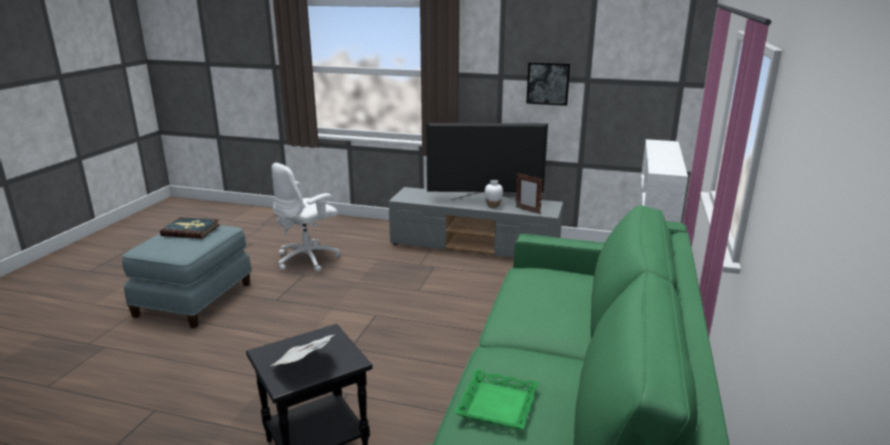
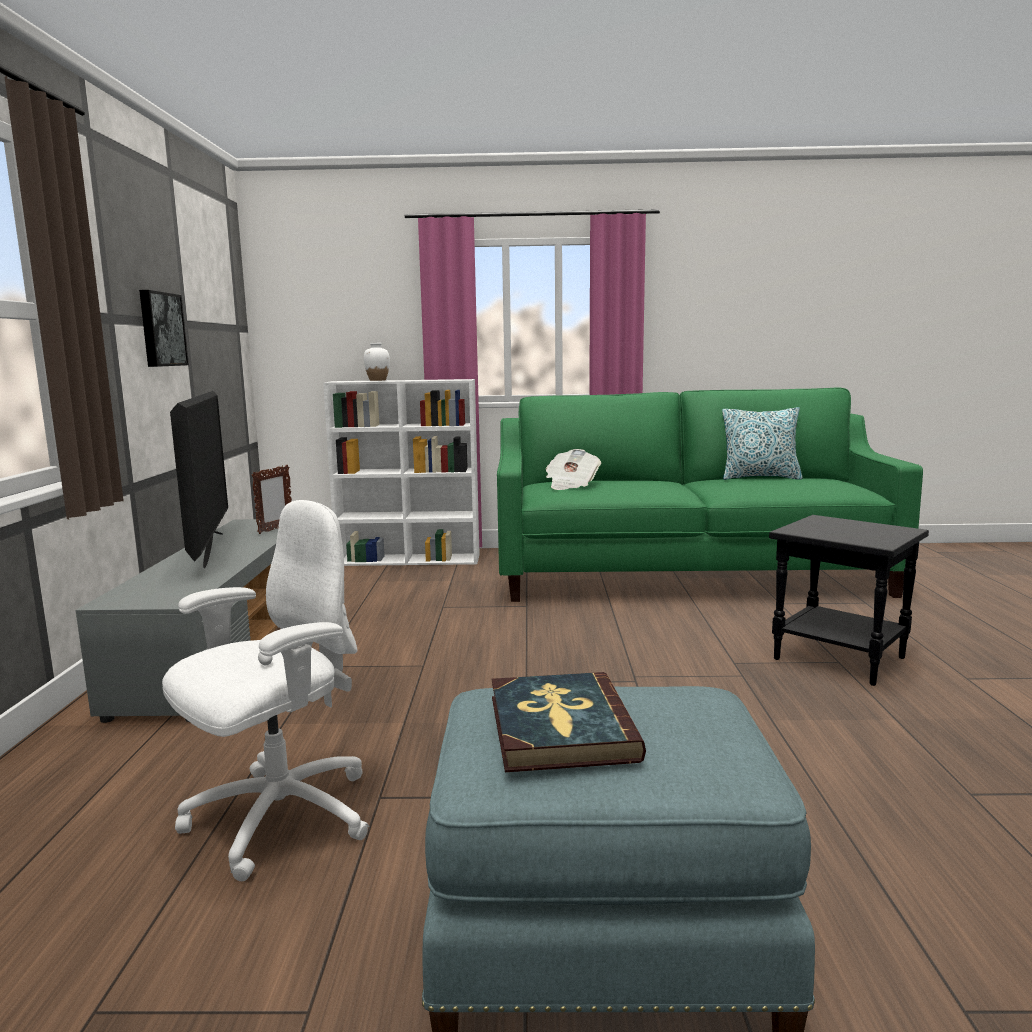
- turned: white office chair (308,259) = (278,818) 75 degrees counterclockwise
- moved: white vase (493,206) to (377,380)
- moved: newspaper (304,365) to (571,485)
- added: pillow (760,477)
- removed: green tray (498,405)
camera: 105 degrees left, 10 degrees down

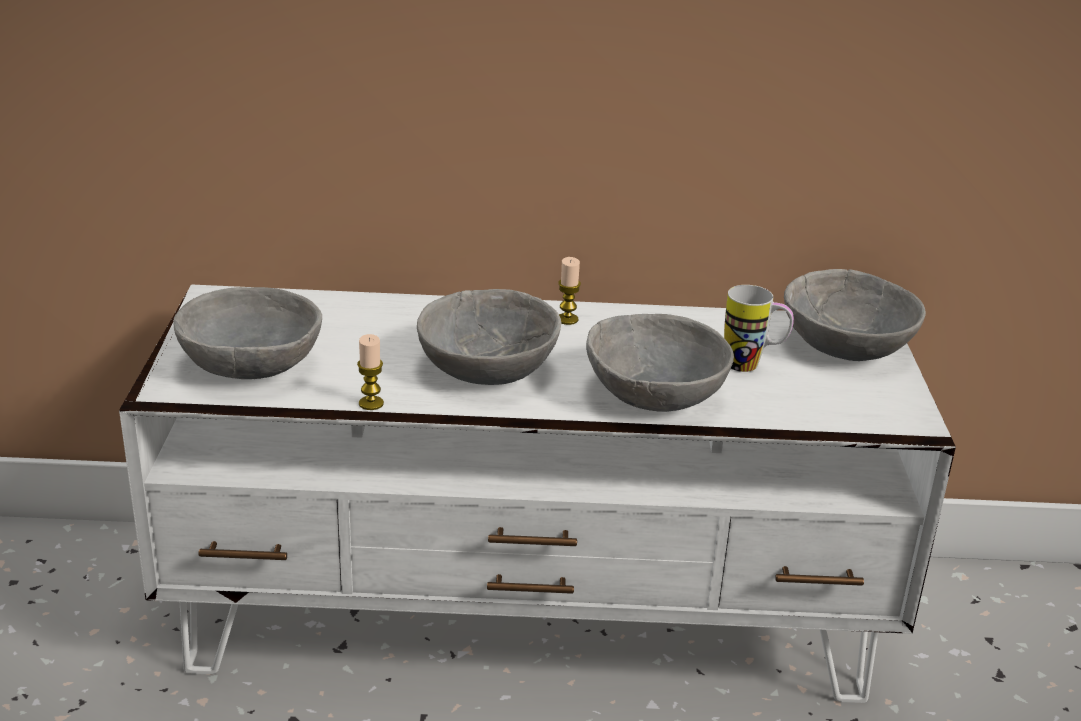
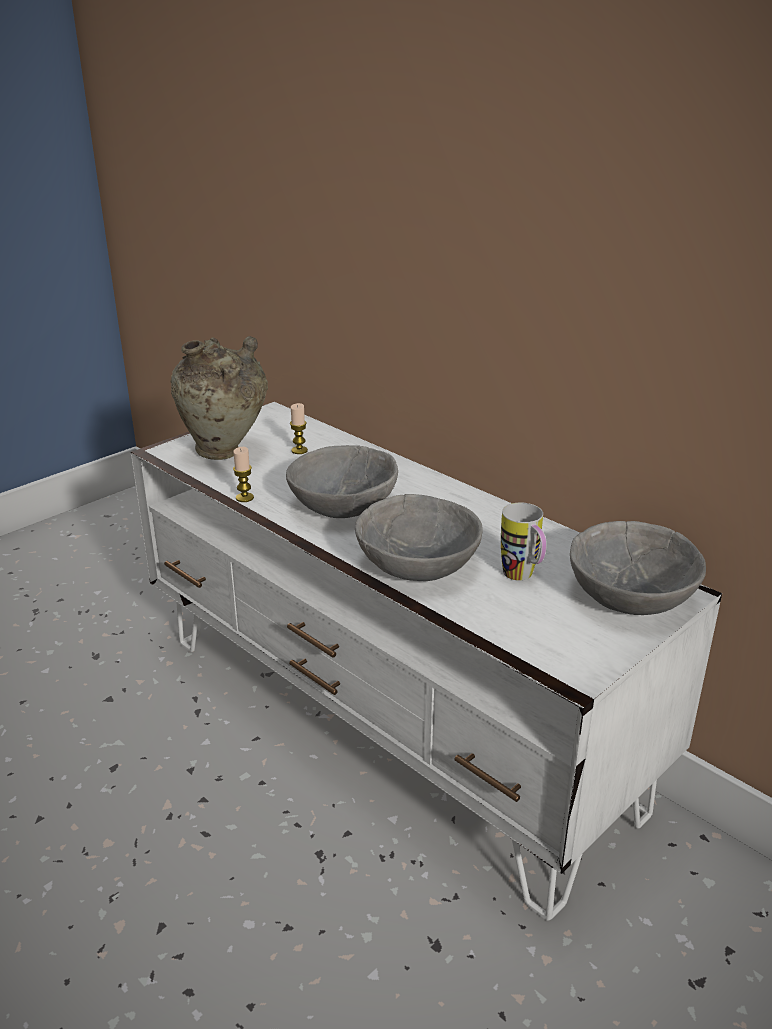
- replaced: grey bowl (250,364) to beige vase (225,453)
- moved: candle (567,319) to (299,450)
camera: 45 degrees right, 0 degrees up

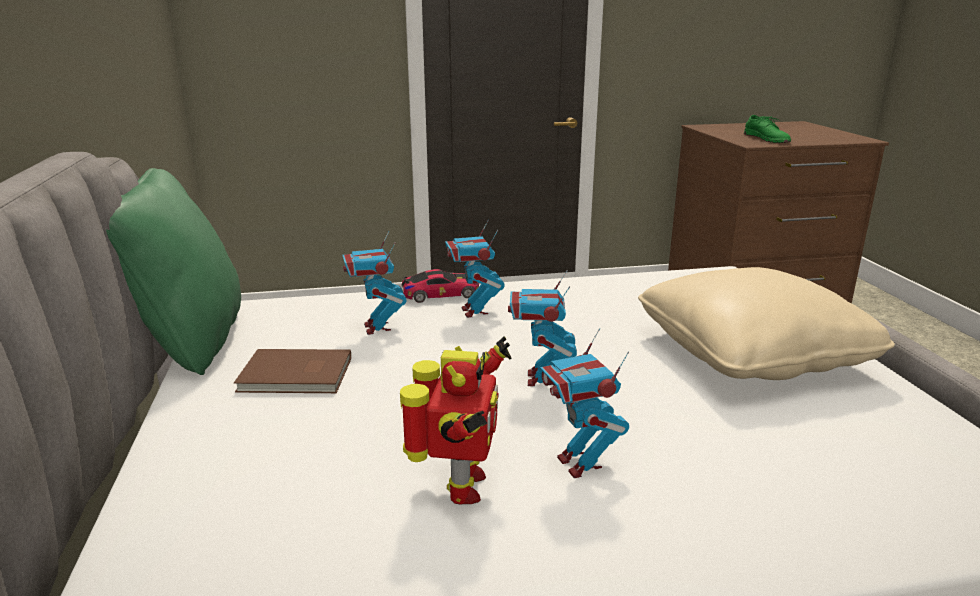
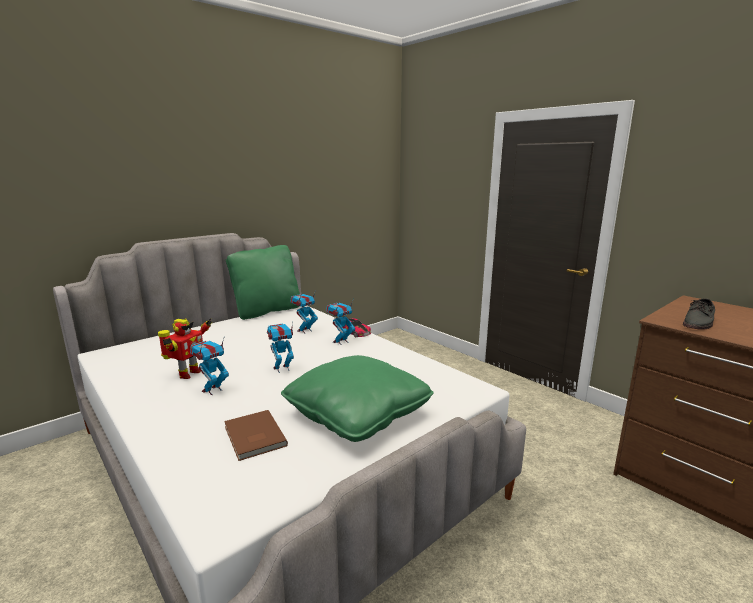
- turned: toy robot (461,488) = (187,374) 45 degrees counterclockwise
- moved: brown book (296,376) to (253,437)
- recoloured: beige pillow (752,354) to green pillow (357,414)
- recoloured: green shoe (767,138) to grey shoe (699,322)
camera: 60 degrees right, 5 degrees down

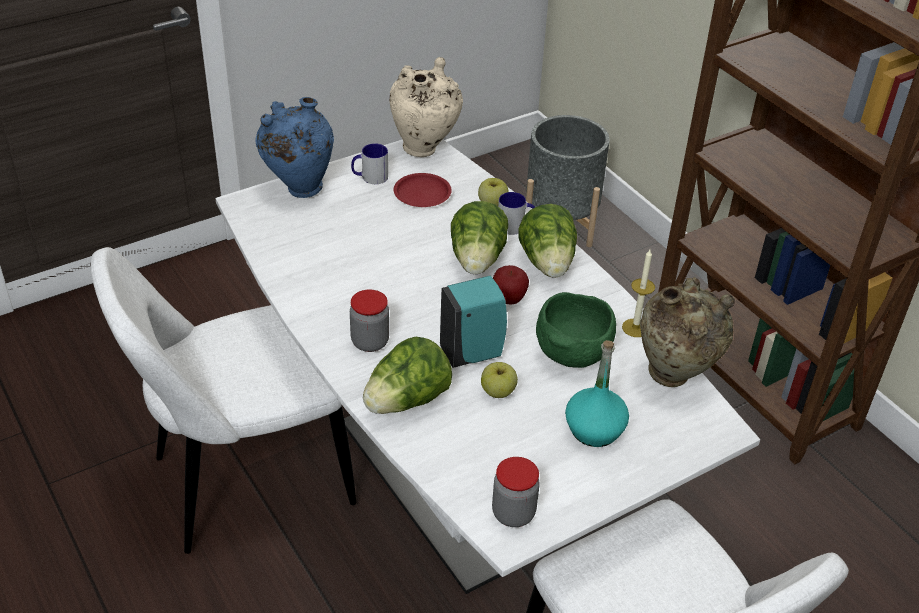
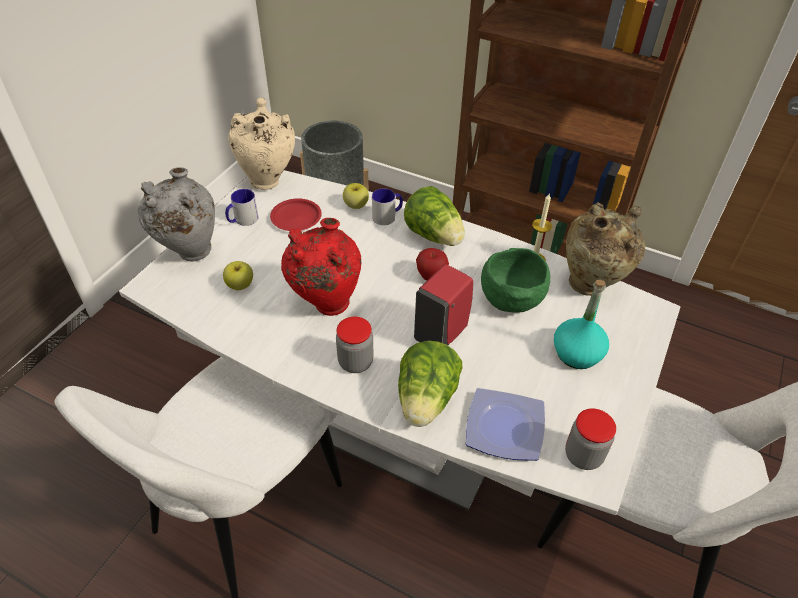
- recoloured: blue vase (298,189) to grey vase (189,253)
- moved: apple (498,392) to (240,285)
- added: red vase (326,305)
- recoloured: turquoise soap dispenser (473,353) to red soap dispenser (442,333)
- added: plate (503,426)
- removed: lettuce (477,260)
camera: 30 degrees left, 5 degrees up

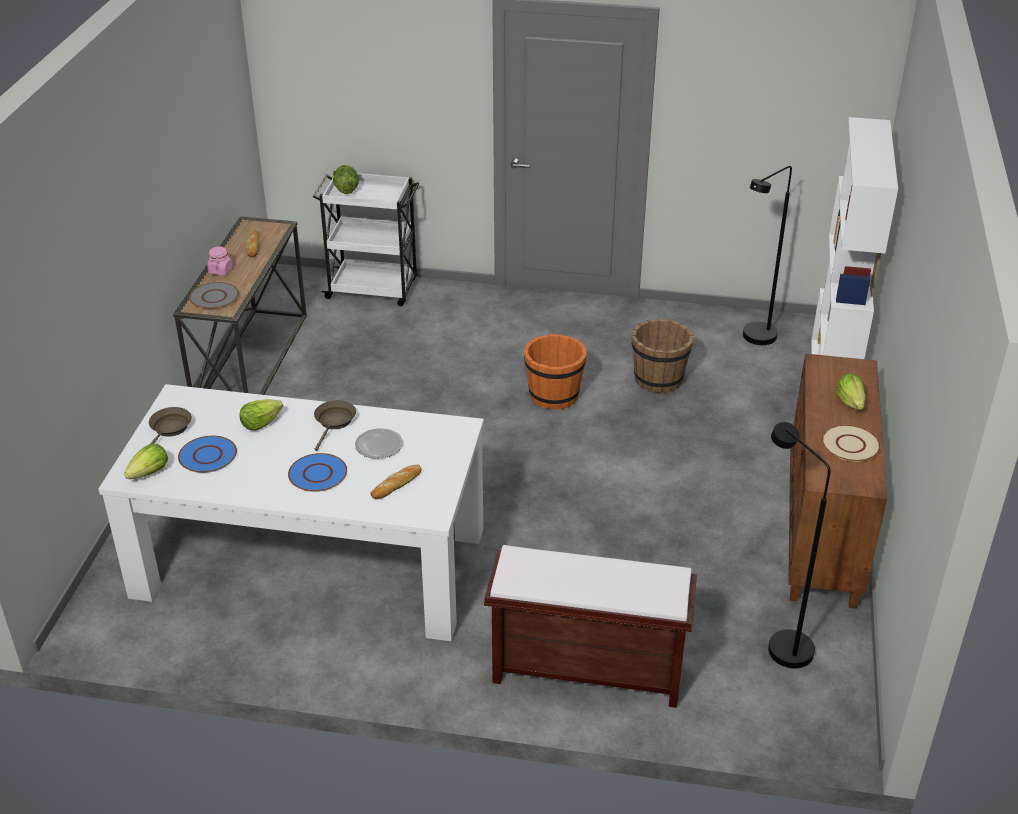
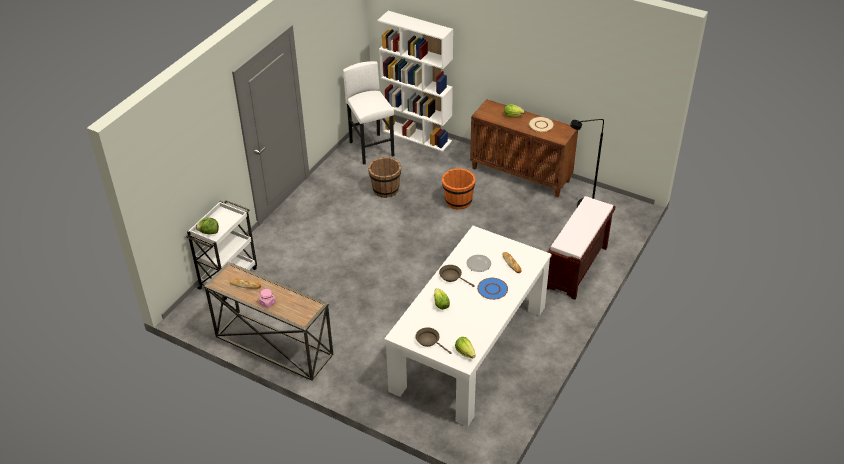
- replaced: black floor lamp (754,340) to white stool (372,149)
- moved: orange bucket (554,395) to (458,201)
- removed: blue plate (208,456)
- removed: grey plate (214,297)
camera: 70 degrees left, 5 degrees up

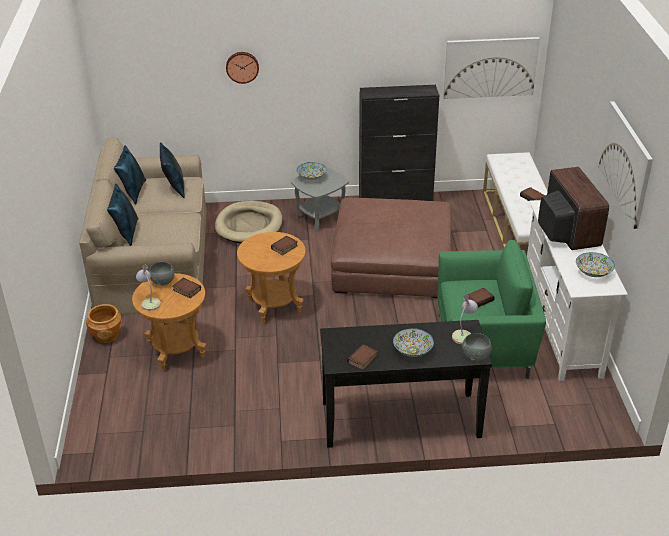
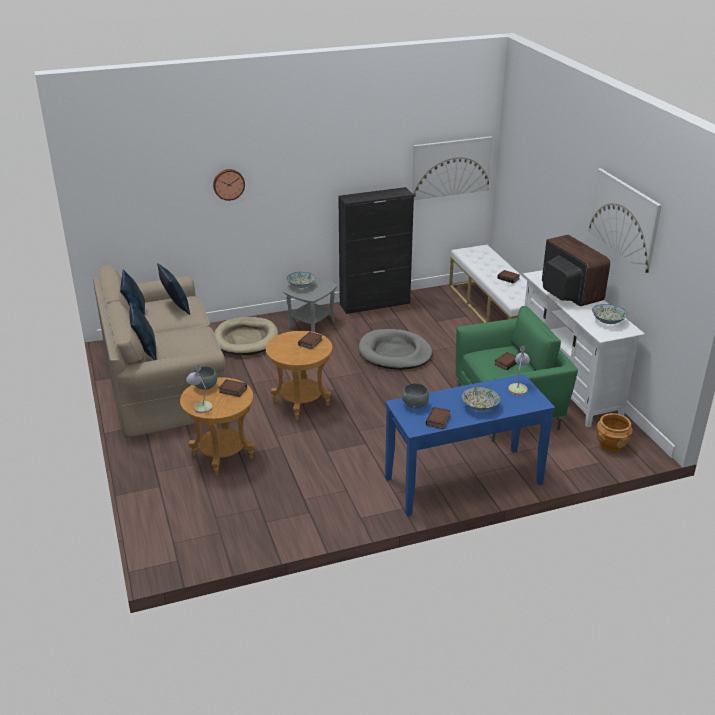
- replaced: brown ottoman (392,263) to grey dog bed (395,353)
- recoloured: black console table (400,420) to blue console table (463,481)
- moved: grey bowl (476,356) to (415,405)
- moved: brown planter (106,335) to (611,445)
camera: 15 degrees left, 5 degrees down

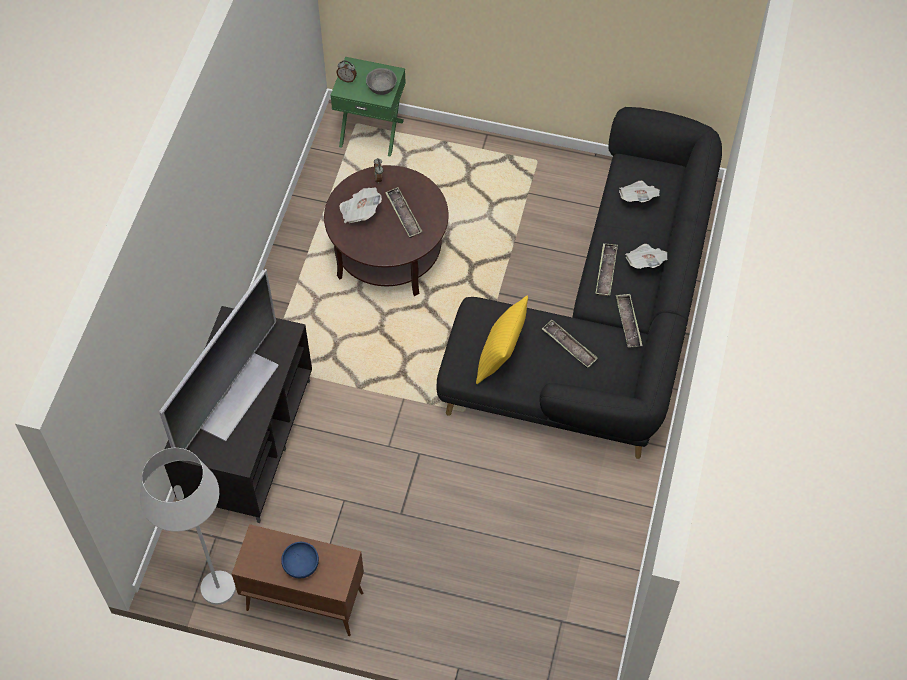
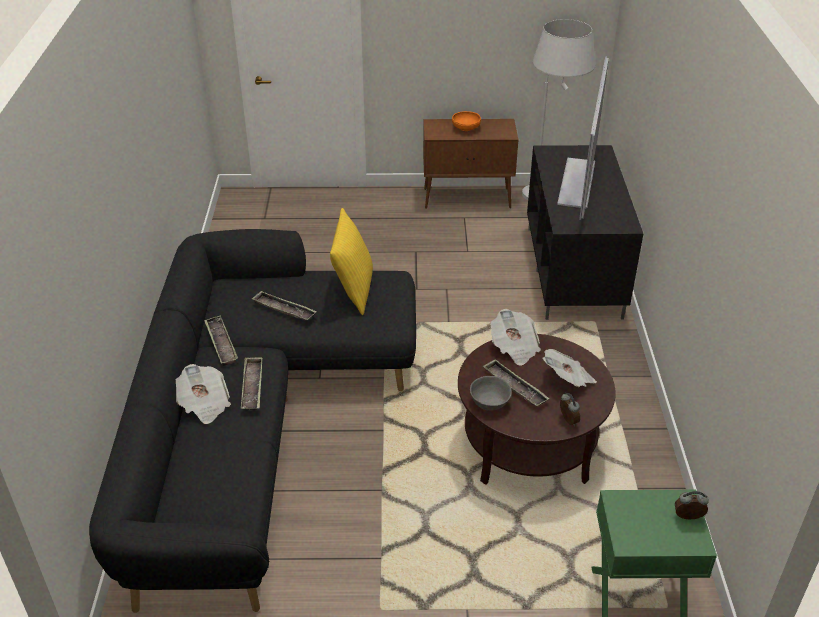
- recoloured: blue bowl (301,564) to orange bowl (466,128)
- moved: grey bowl (381,87) to (490,402)
- moved: newspaper (638,198) to (514,348)
camera: 165 degrees right, 20 degrees down

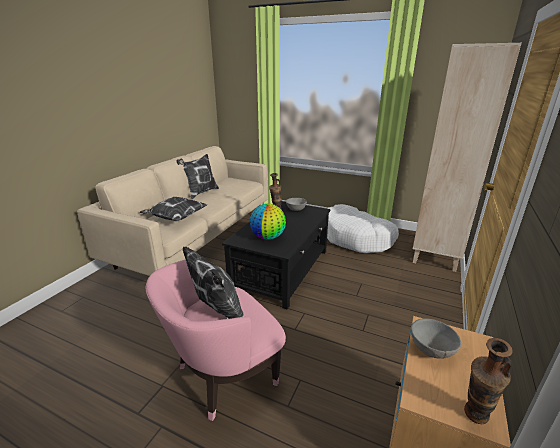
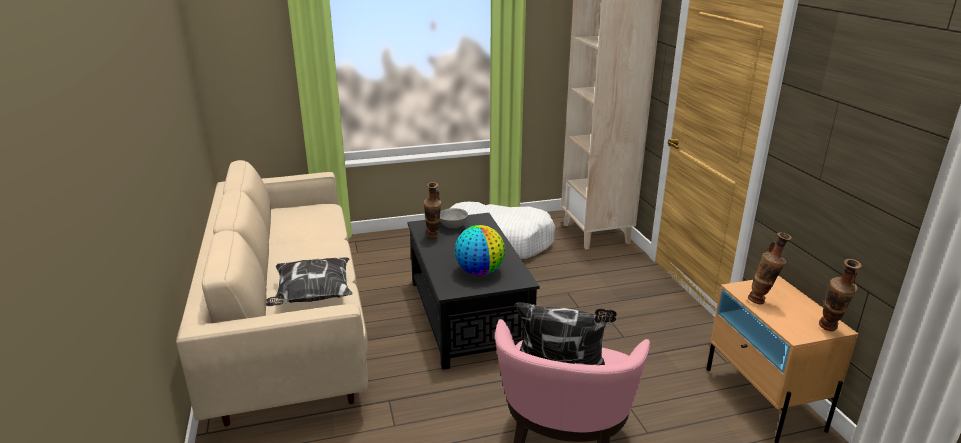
- replaced: grey bowl (431,349) to vase (762,302)
- removed: pillow (200,192)
camera: 40 degrees left, 0 degrees up

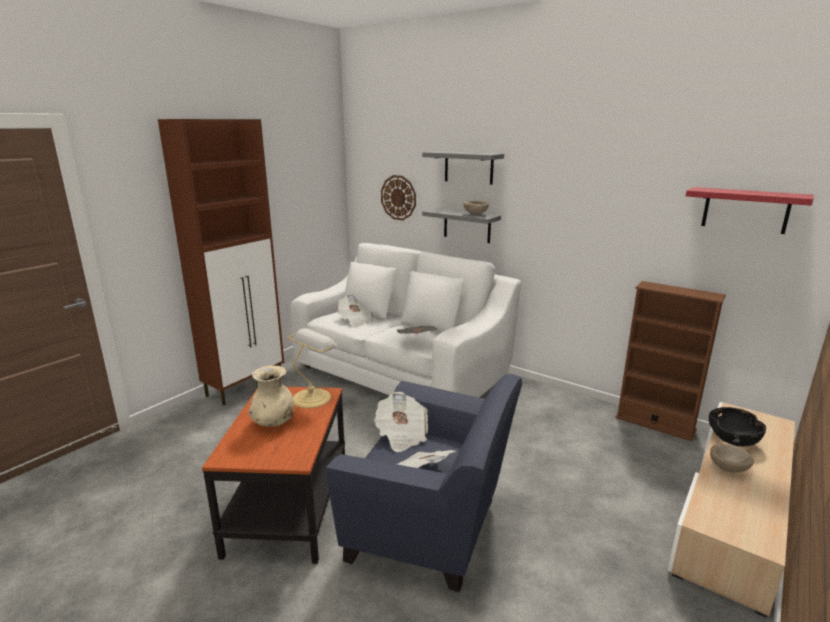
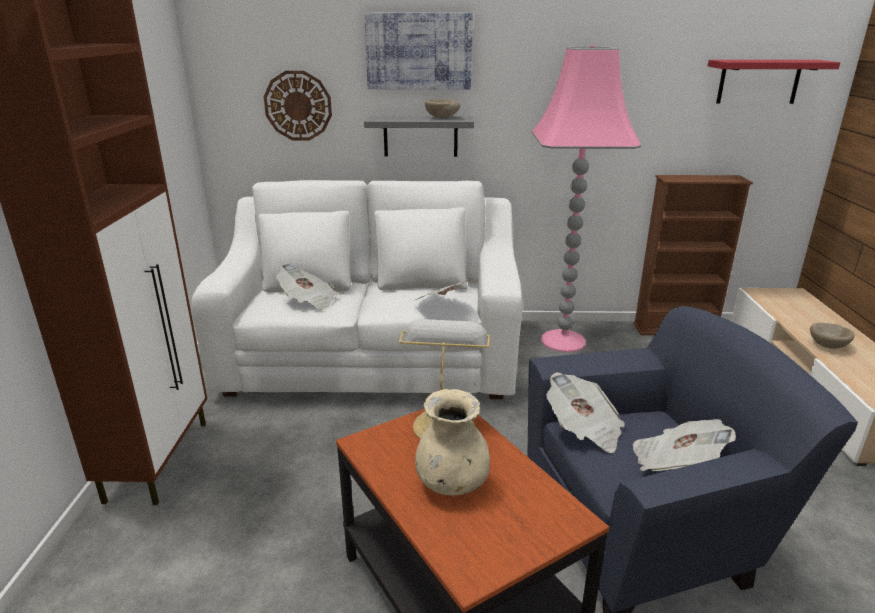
- replaced: grey shelf (468,167) to picture (419,51)
- added: pink floor lamp (564,340)
- removed: black bowl (733,439)
camera: 35 degrees left, 5 degrees up

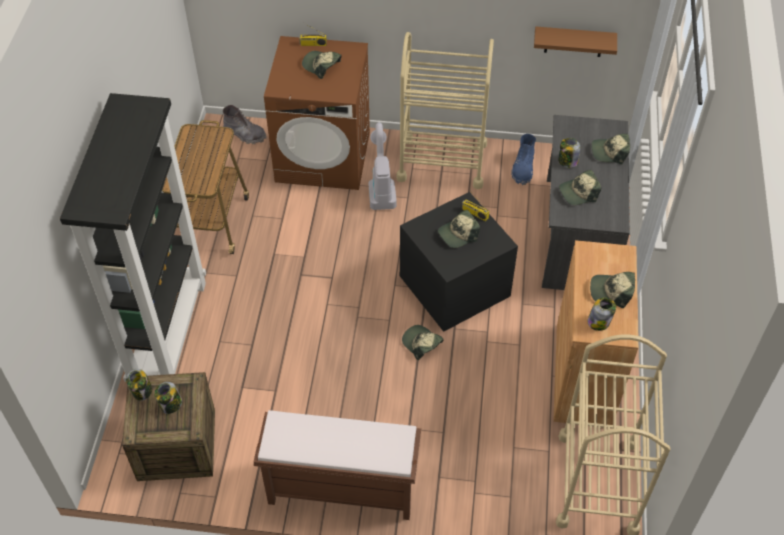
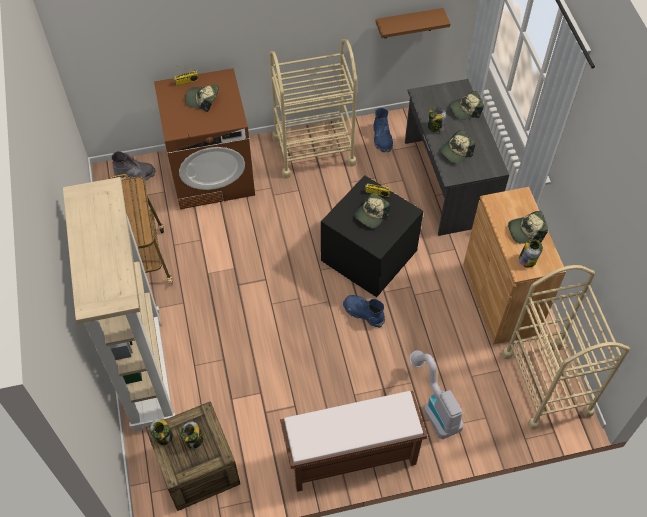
- recoloured: black bookcase (168,332) to beige bookcase (146,371)
- replaced: cap (422,344) to blue boot (363,313)
- moved: vacuum cleaner (380,185) to (434,406)
camera: 20 degrees left, 5 degrees up

